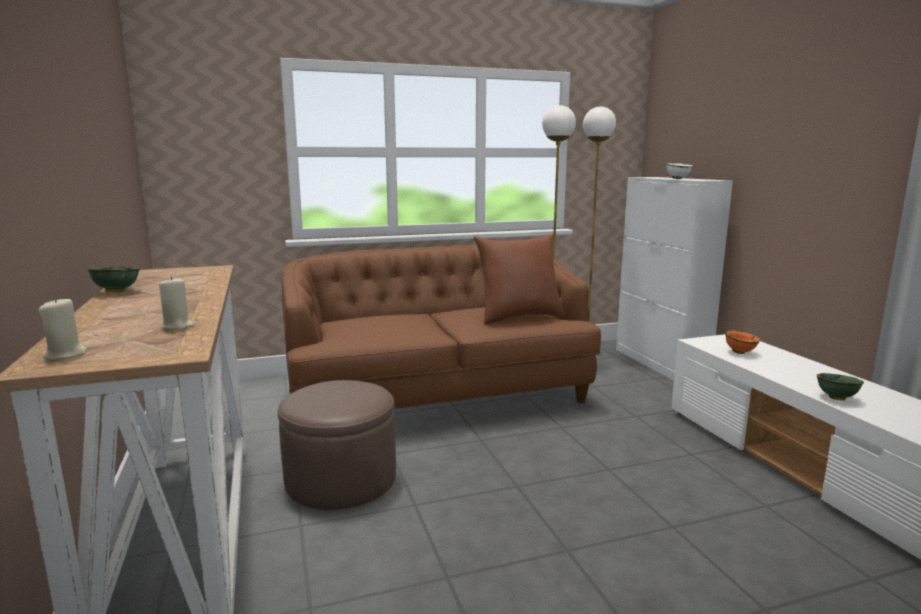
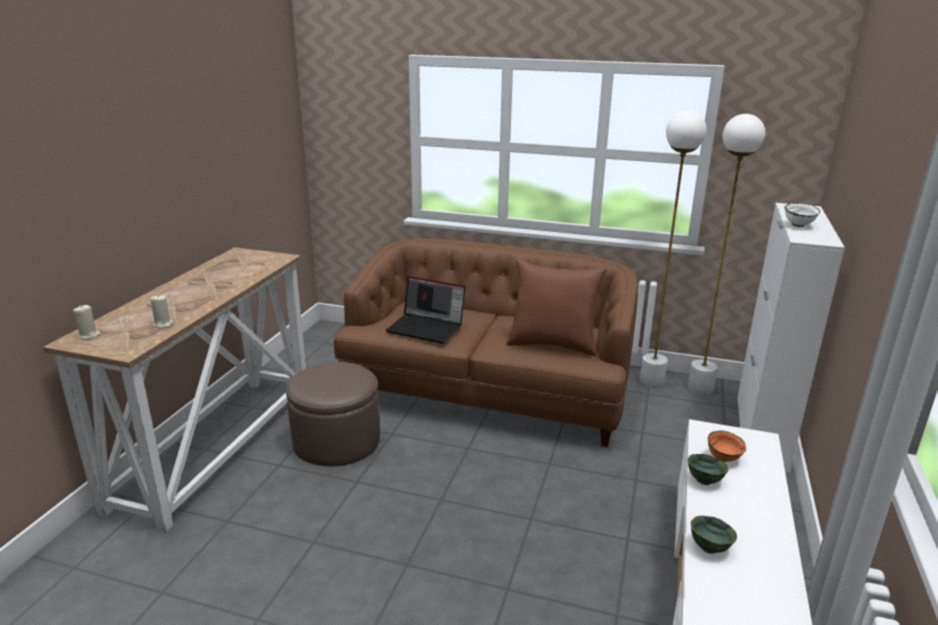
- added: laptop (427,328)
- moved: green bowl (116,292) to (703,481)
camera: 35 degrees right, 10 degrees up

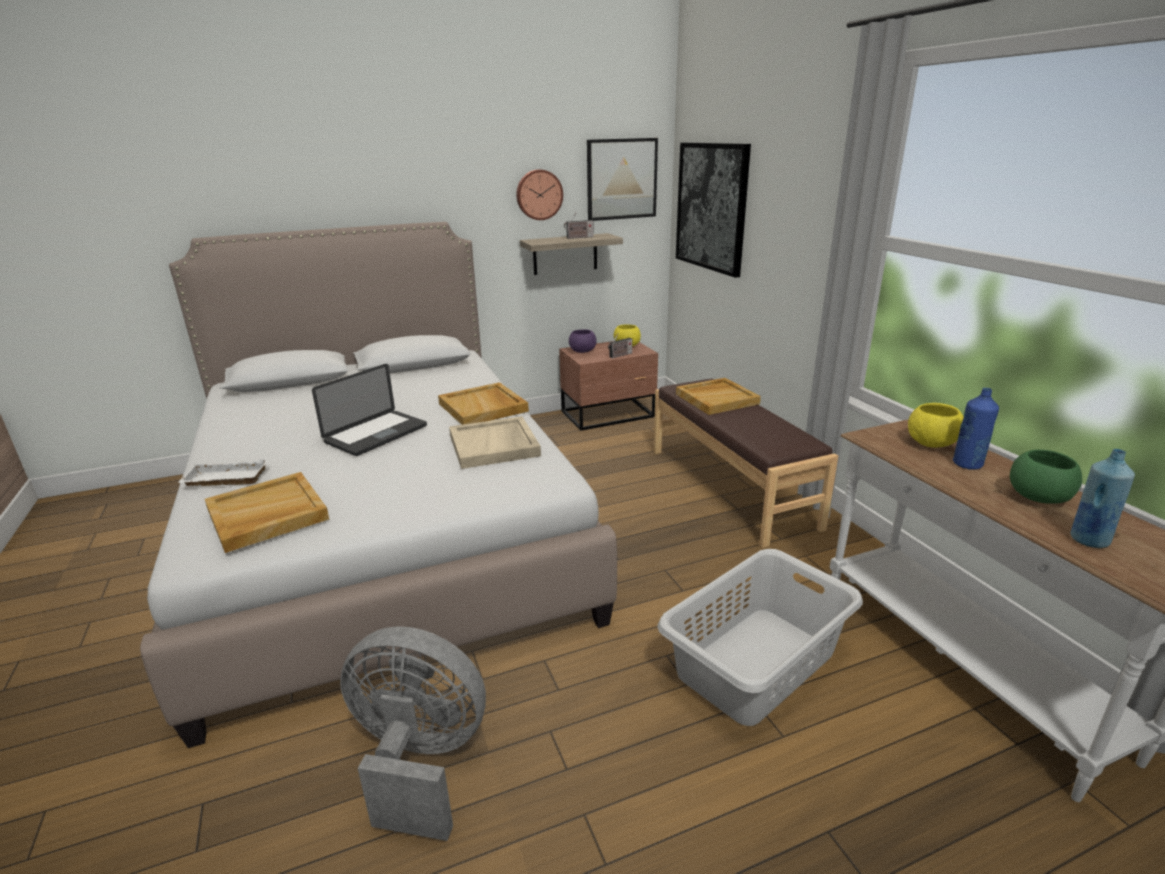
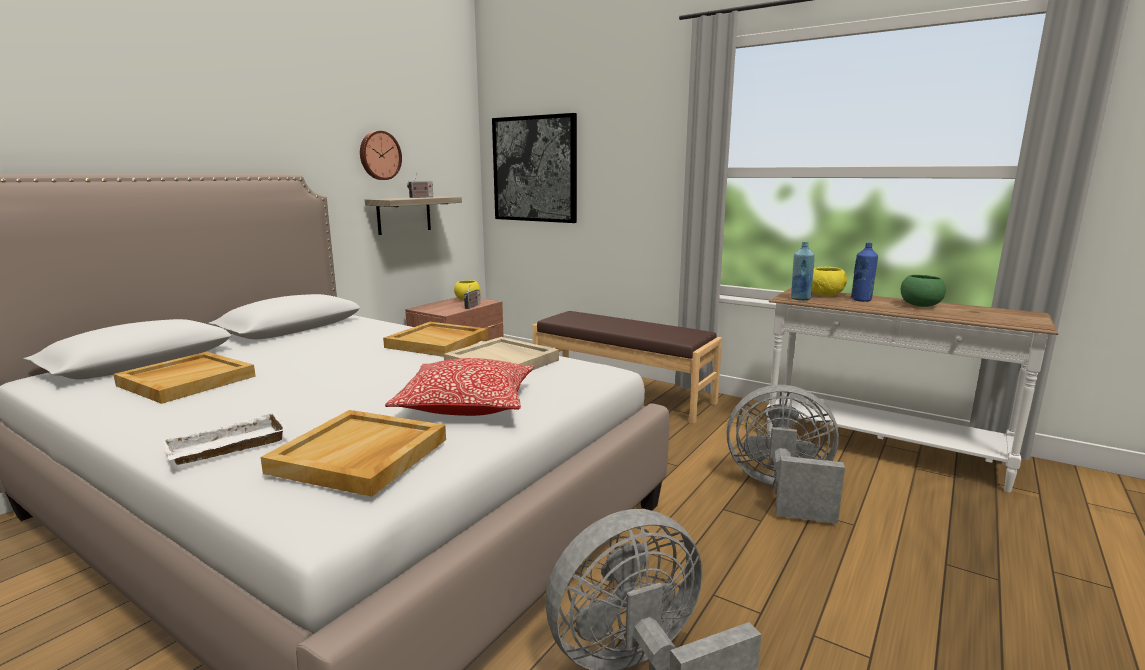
- moved: beige tray (717,398) to (187,380)
- added: pillow (467,405)
- replaced: grey laundry basket (754,662) to grey fan (781,491)
- moved: blue bottle (1088,540) to (800,299)
- removed: laptop (376,434)
- removed: purple bowl (582,352)
- removed: picture (621,179)
camera: 35 degrees left, 10 degrees down

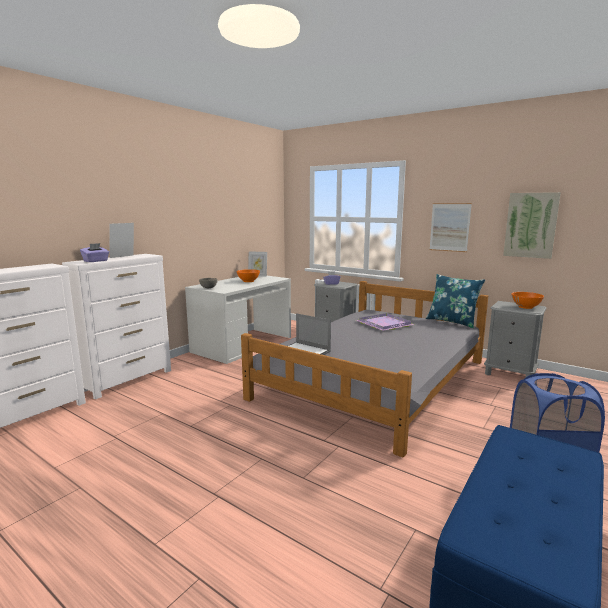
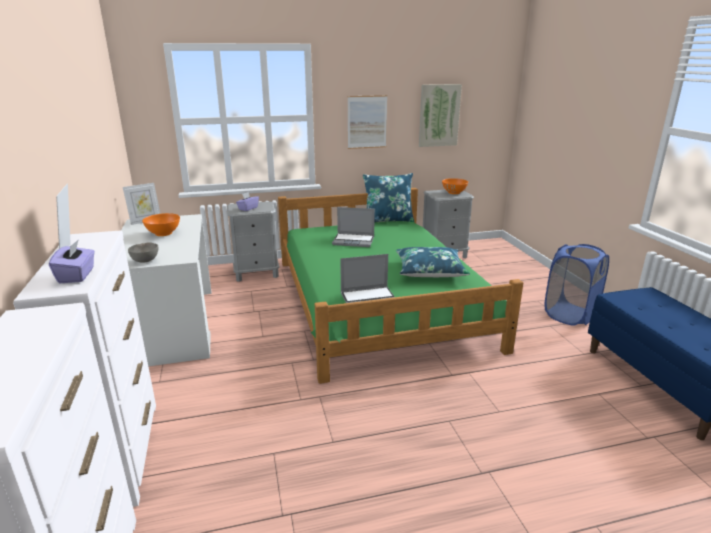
- recoloured: grey bed (375,379) to green bed (378,301)
- replaced: purple tray (385,324) to laptop (354,241)
- added: blue pillow (430,271)
camera: 50 degrees left, 10 degrees up

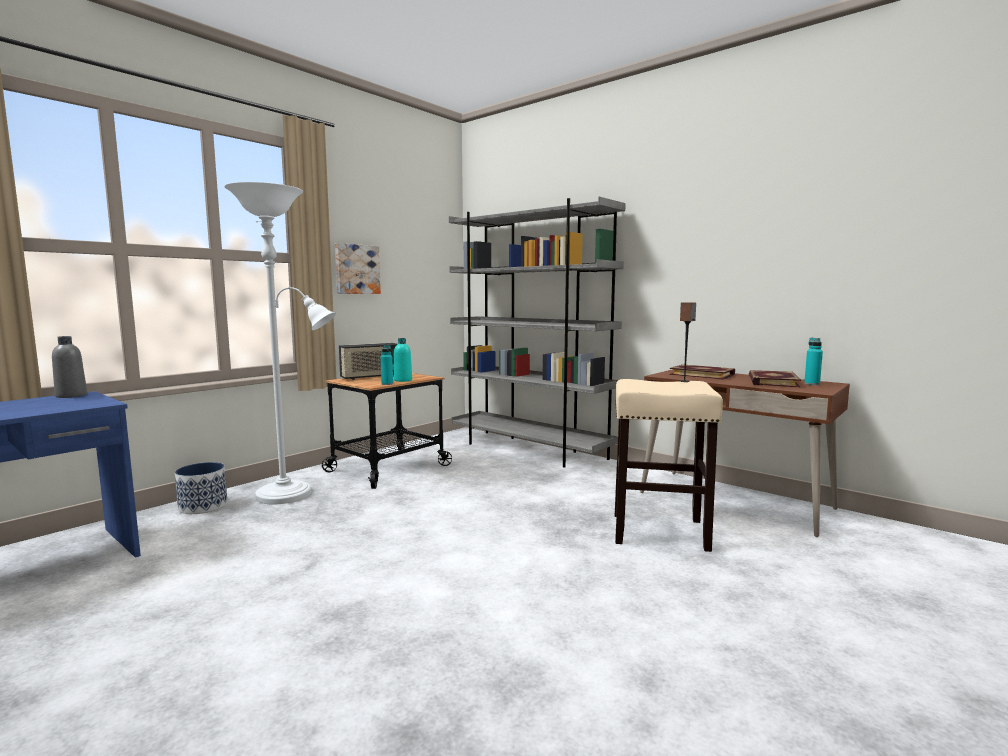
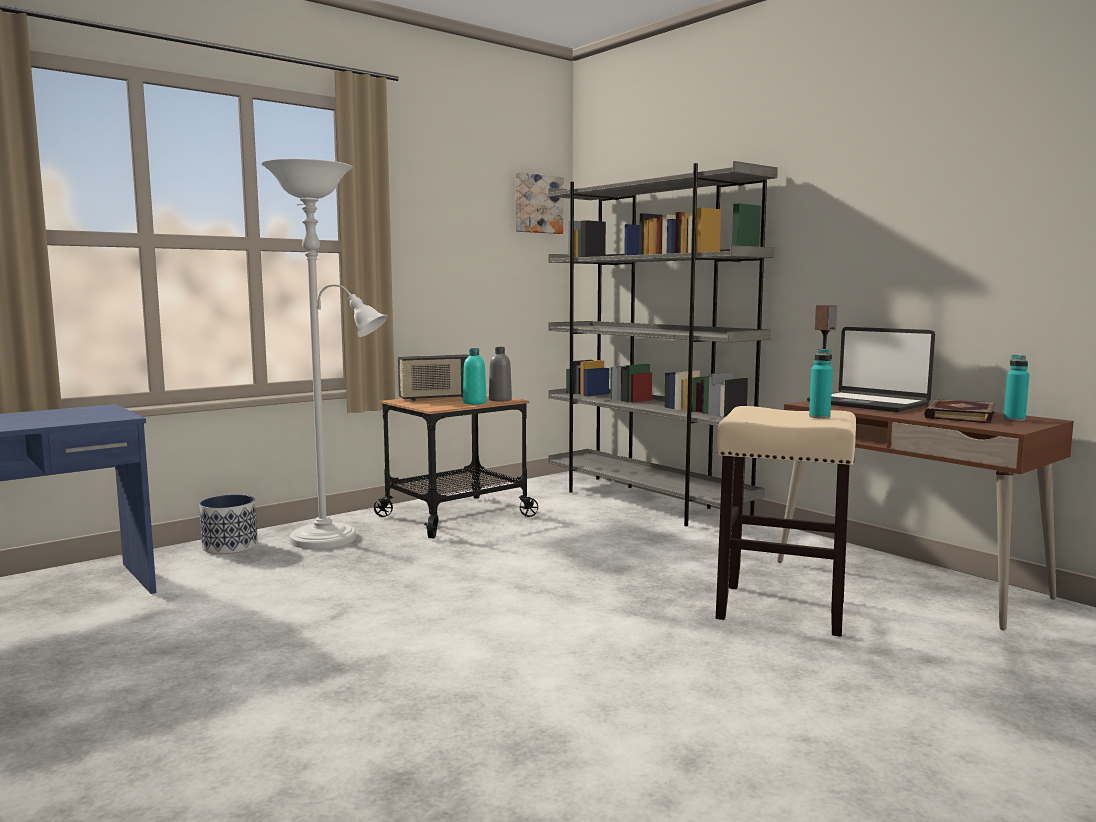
- moved: grey bottle (71,395) to (500,400)
- moved: picture (356,269) to (537,204)
- replaced: book (702,374) to laptop (868,404)
- moved: turquoise bottle (387,384) to (819,417)
camera: 10 degrees right, 0 degrees up

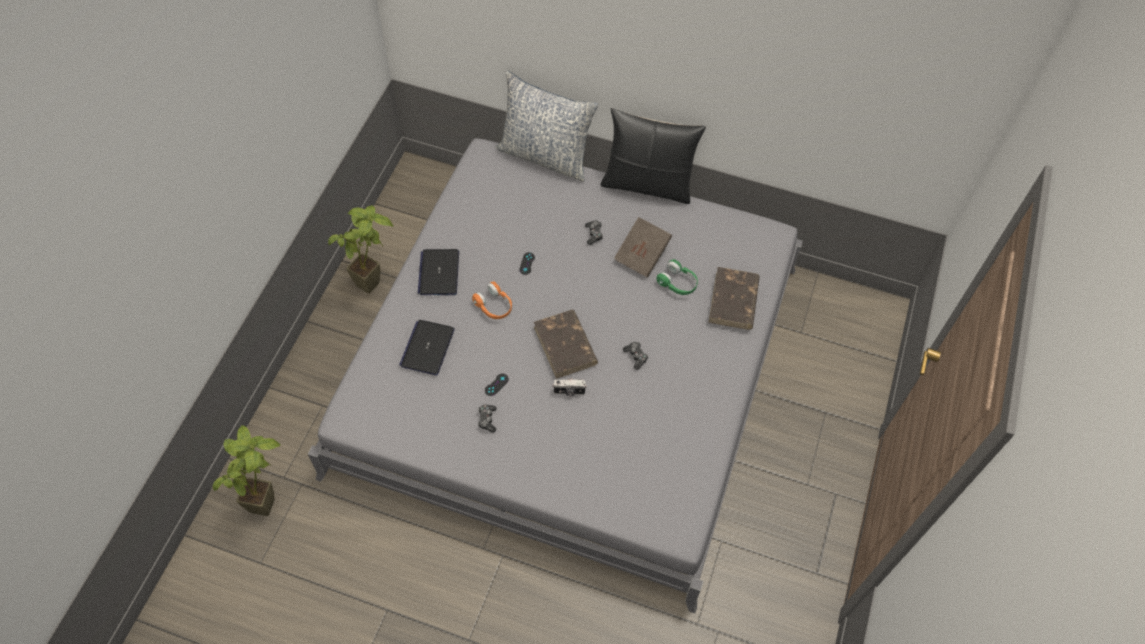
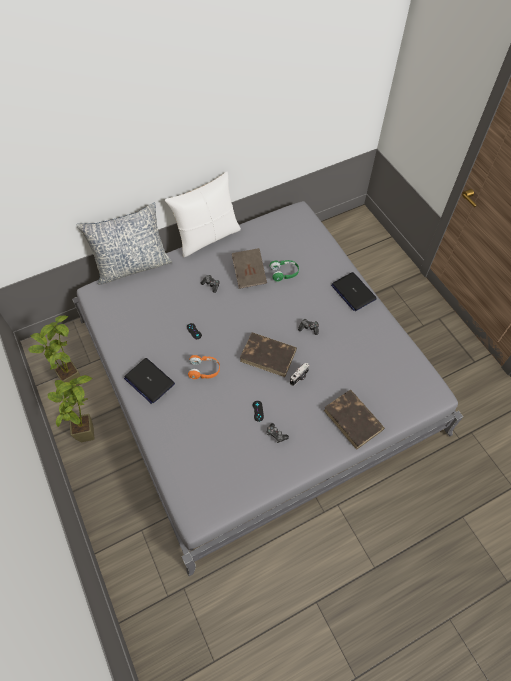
- moved: potted plant (269,497) to (72,376)
- recoloured: black pillow (647,185) to white pillow (207,237)
- moved: brown book (733,301) to (353,420)
- moved: laptop (427,348) to (353,292)
camera: 45 degrees left, 0 degrees up

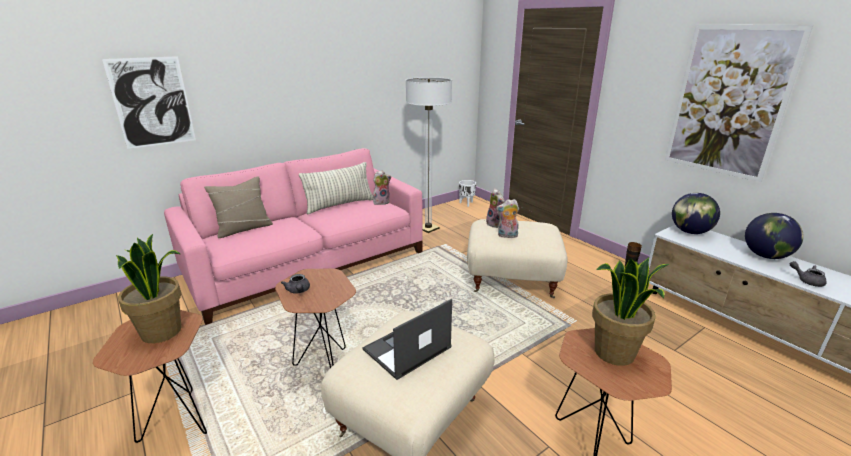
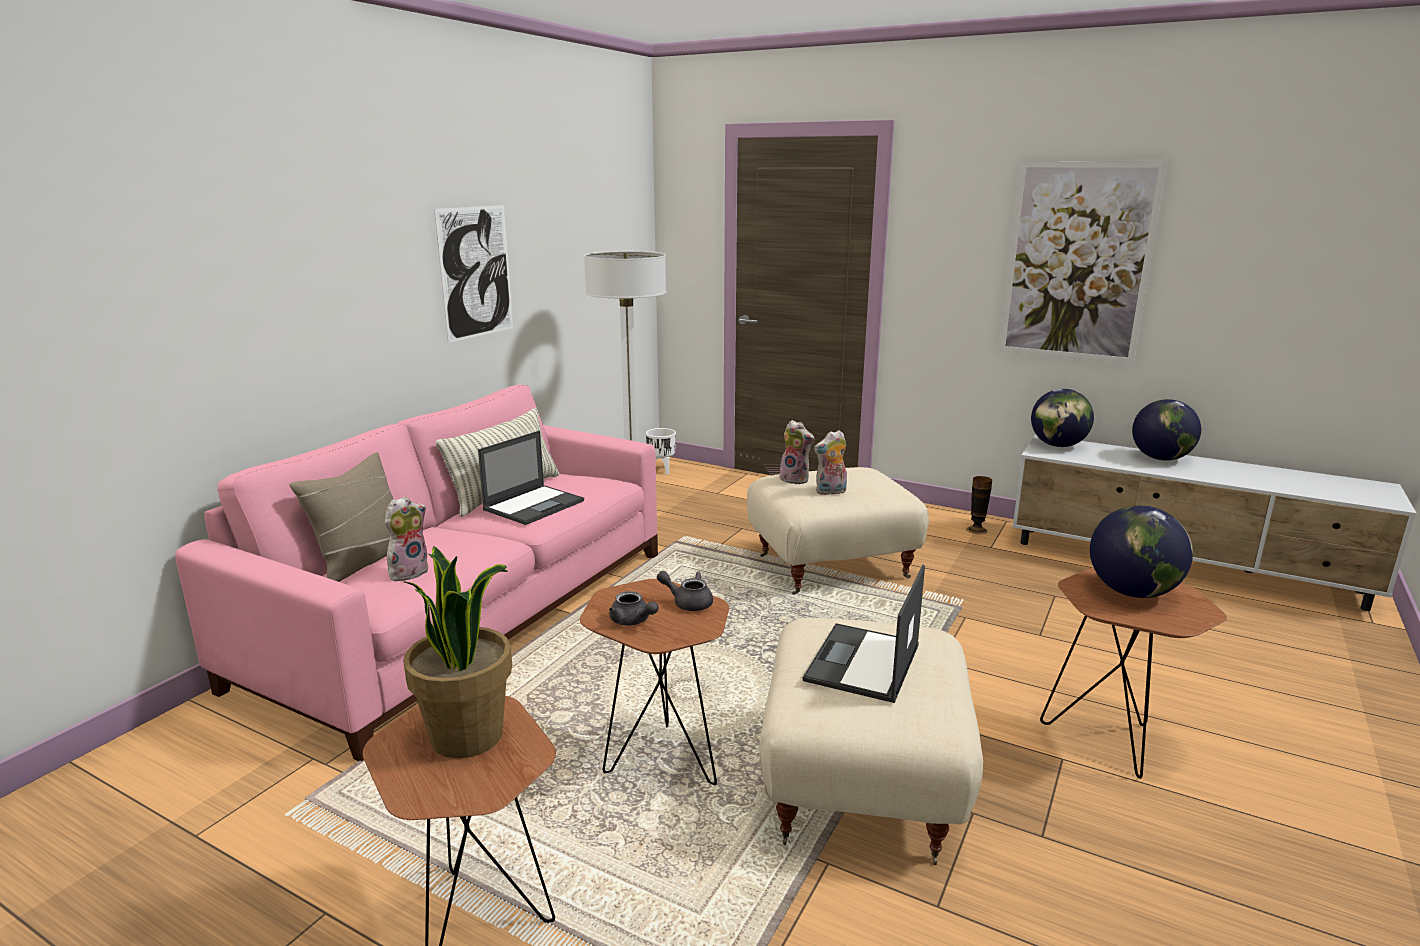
- moved: plush toy (381,202) to (409,572)
- moved: picture (152,102) to (476,272)
- added: laptop (534,505)
- moved: grey teapot (807,281) to (688,602)
- replaced: potted plant (614,353) to globe (1133,592)
camera: 25 degrees left, 5 degrees down

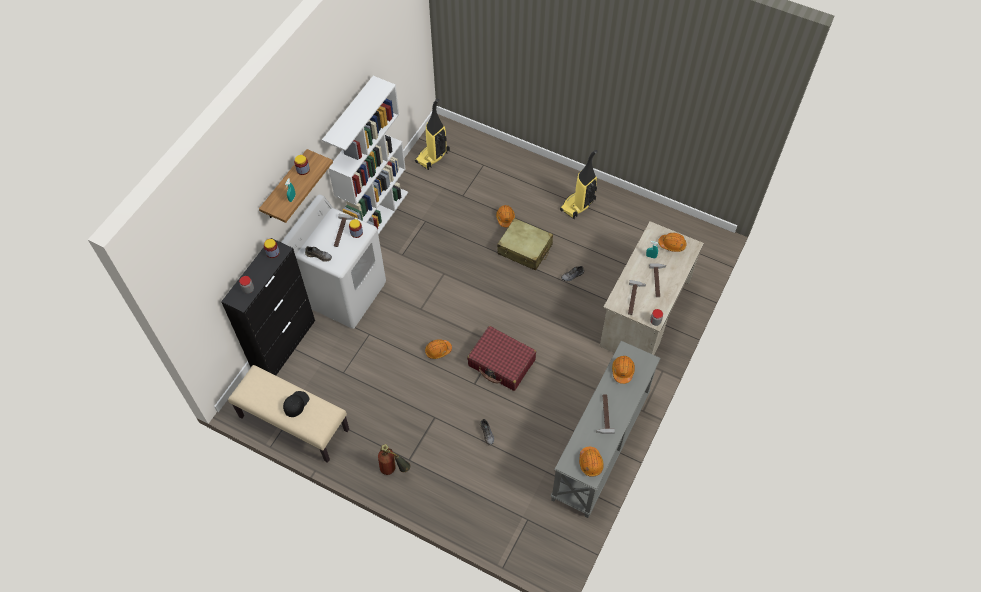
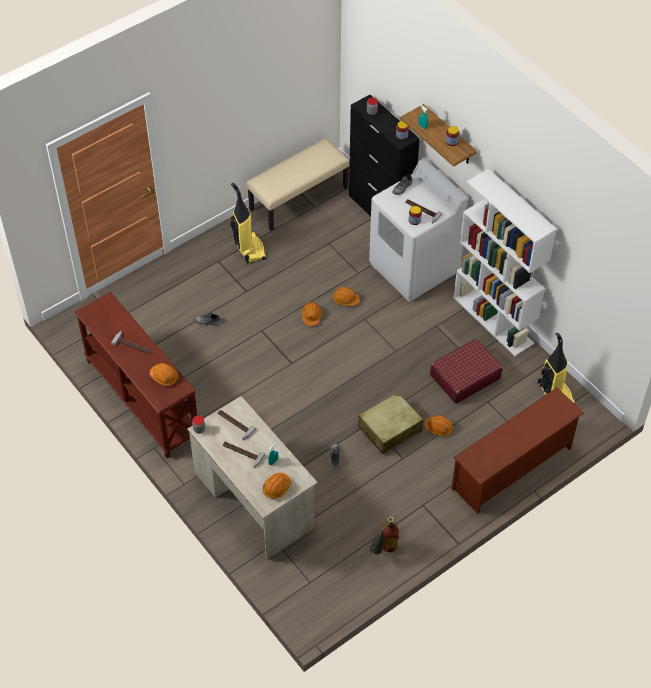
- recoloured: grey console table (601,447) to brown console table (141,399)
- moved: vacuum cleaner (578,206) to (249,249)
- moved: orange hard hat (590,463) to (345,299)
- moved: fire extinguisher (394,470) to (384,550)
- moved: red suitcase (501,363) to (464,377)
- added: brown shoe rack (512,469)
- removed: black cap (296,404)
camera: 115 degrees right, 5 degrees down

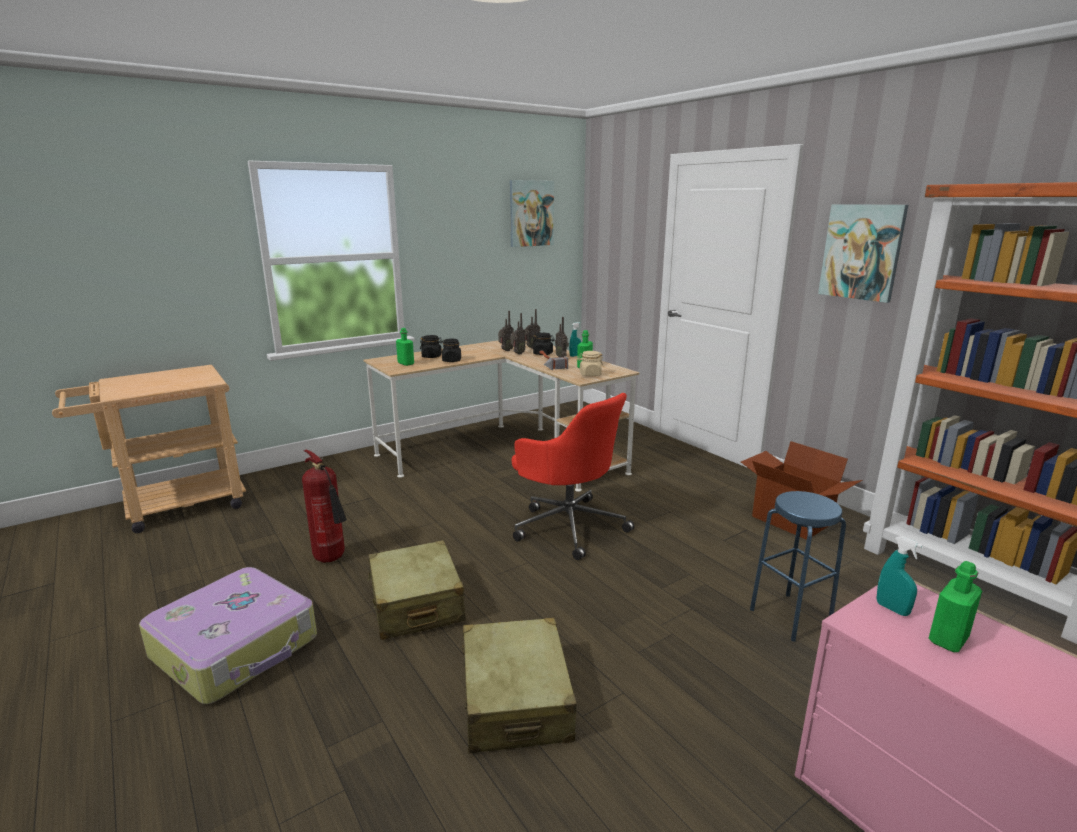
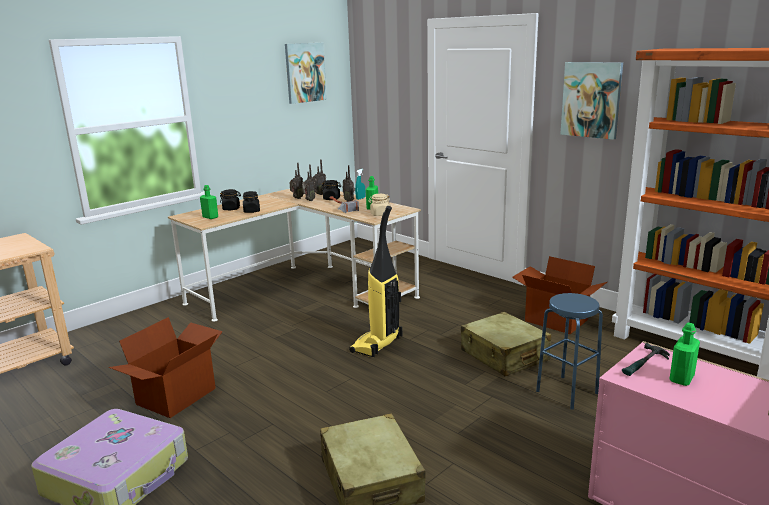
- replaced: fire extinguisher (332,559) to cardboard box (177,397)
- replaced: red office chair (568,525) to vacuum cleaner (377,345)
- moved: beige suitcase (416,604) to (504,355)
- replaced: turquoise spray bottle (892,609) to hammer (644,364)
camera: 10 degrees left, 0 degrees up

